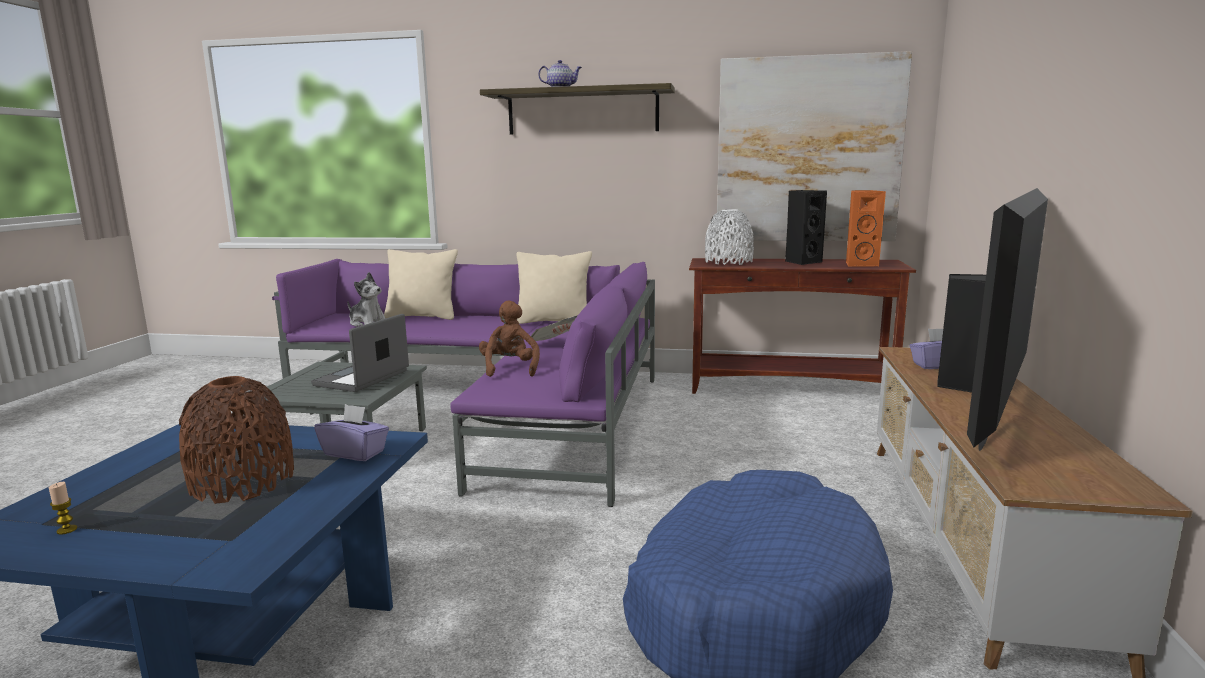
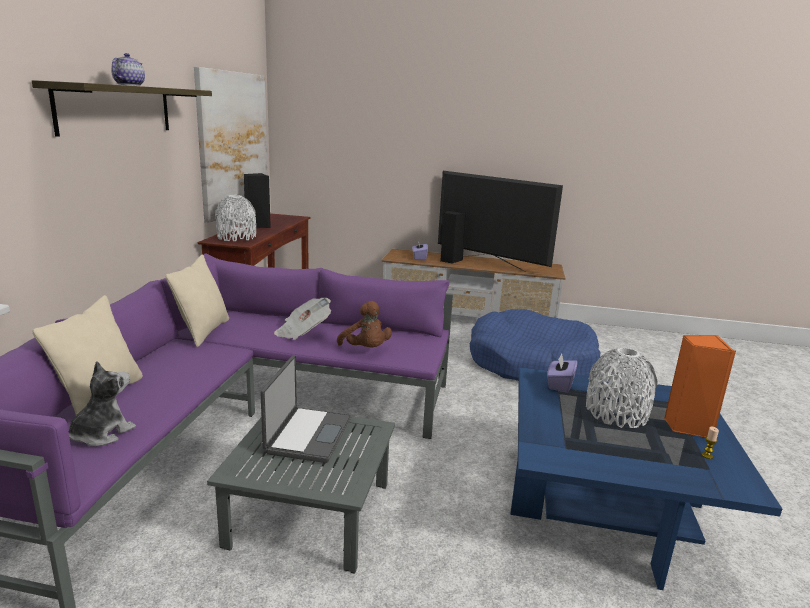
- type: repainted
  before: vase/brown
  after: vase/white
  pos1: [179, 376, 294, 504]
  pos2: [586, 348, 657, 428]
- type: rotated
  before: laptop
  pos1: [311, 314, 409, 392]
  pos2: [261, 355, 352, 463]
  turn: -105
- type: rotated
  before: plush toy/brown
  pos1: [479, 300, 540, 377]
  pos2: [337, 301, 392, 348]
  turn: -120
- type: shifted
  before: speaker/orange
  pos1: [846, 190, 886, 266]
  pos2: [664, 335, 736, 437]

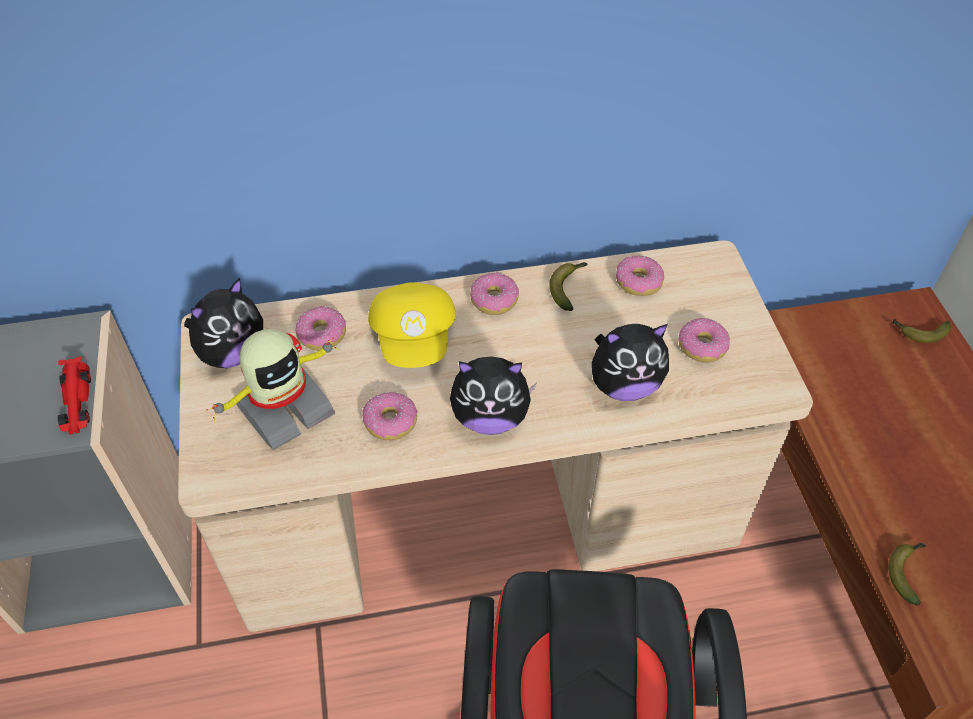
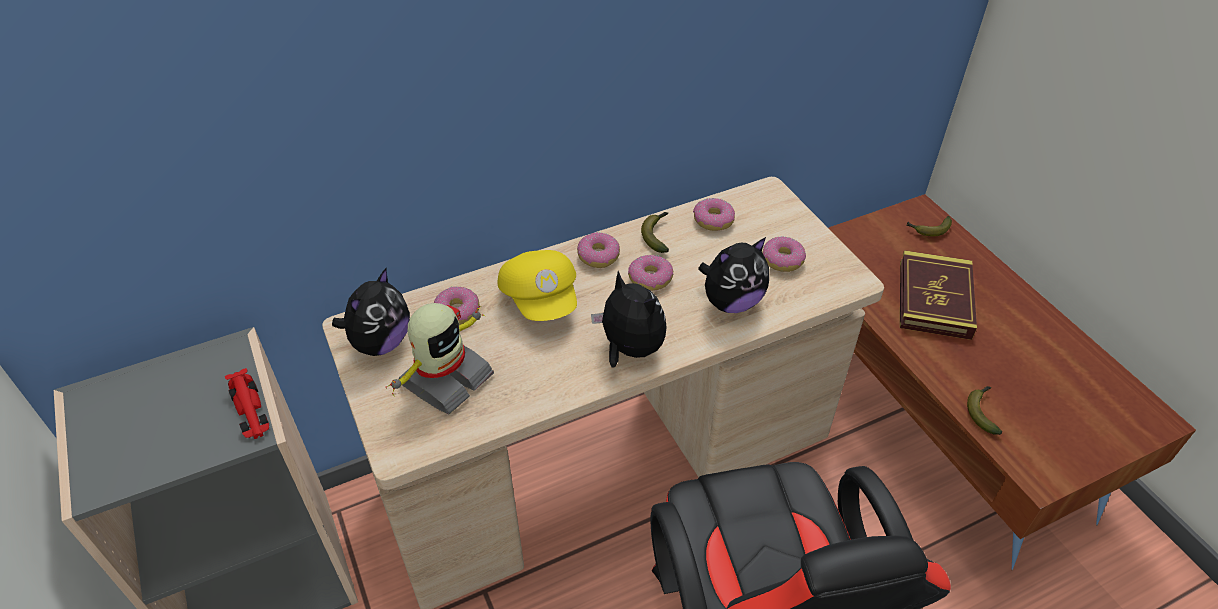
- type: shifted
  before: donut
  pos1: [362, 392, 418, 440]
  pos2: [628, 255, 673, 291]
- type: rotated
  before: plush toy
  pos1: [450, 356, 537, 435]
  pos2: [591, 271, 667, 367]
  turn: -120
- type: new
  after: book
  pos2: [900, 250, 977, 340]

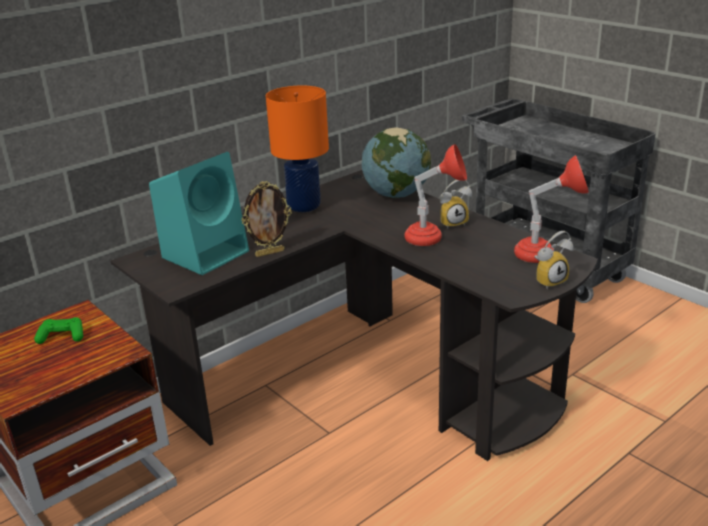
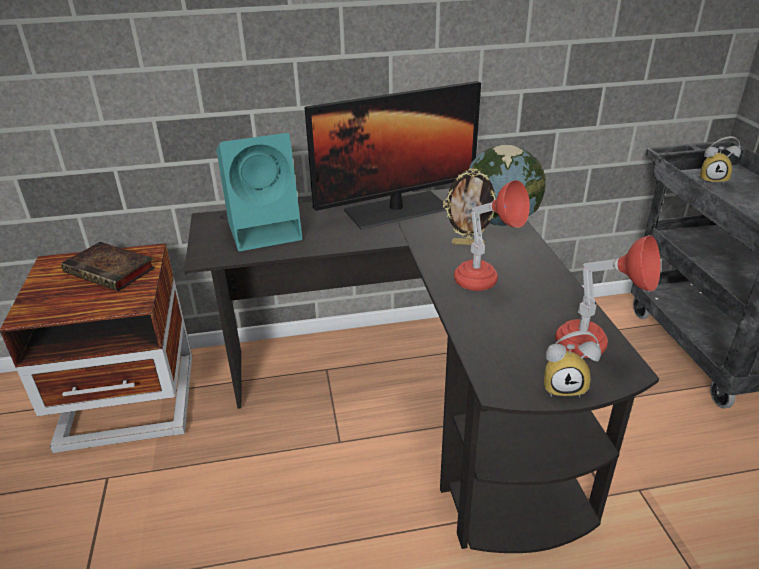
- type: swapped
  before: game controller/green
  after: book
  pos1: [34, 317, 83, 344]
  pos2: [61, 242, 155, 291]
- type: shifted
  before: picture frame
  pos1: [241, 181, 292, 257]
  pos2: [443, 168, 496, 245]
- type: swapped
  before: table lamp/orange
  after: monitor
  pos1: [266, 86, 329, 213]
  pos2: [305, 81, 481, 229]
- type: shifted
  before: alarm clock
  pos1: [440, 180, 472, 228]
  pos2: [700, 136, 741, 185]

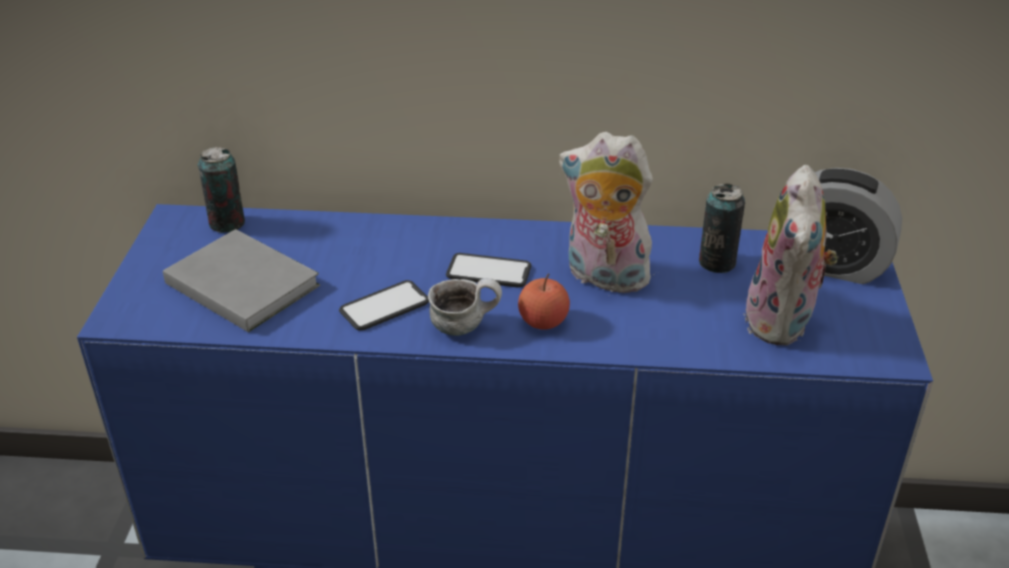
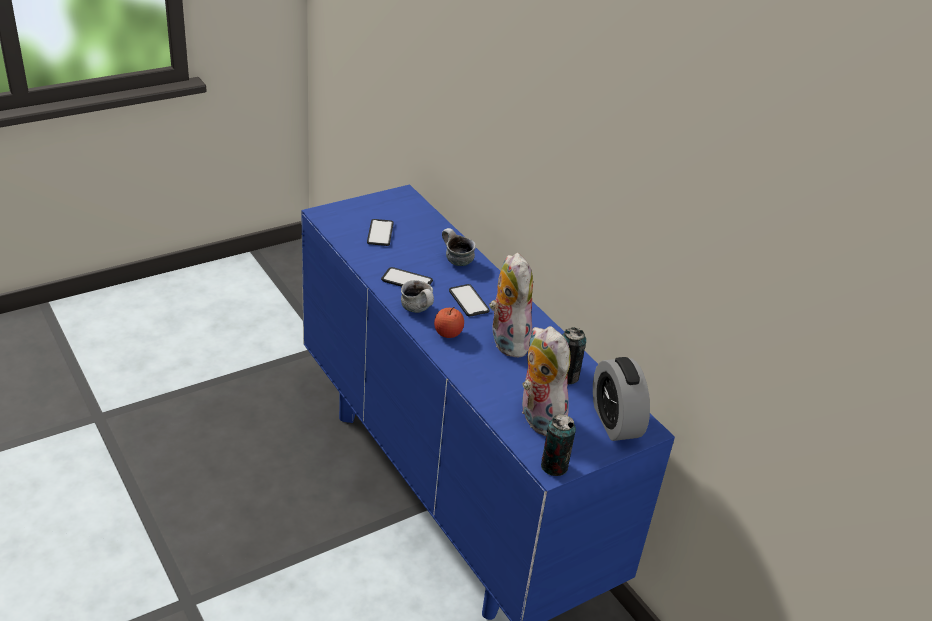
- type: swapped
  before: book/grey
  after: phone
  pos1: [163, 229, 320, 332]
  pos2: [367, 219, 394, 246]
- type: shifted
  before: can
  pos1: [198, 147, 245, 233]
  pos2: [541, 414, 576, 476]
- type: rotated
  before: plush toy
  pos1: [743, 165, 838, 345]
  pos2: [521, 326, 571, 436]
  turn: 90
- type: new
  after: mug
  pos2: [442, 228, 476, 266]

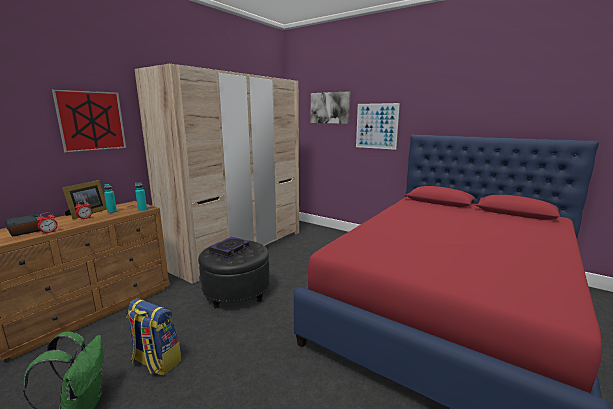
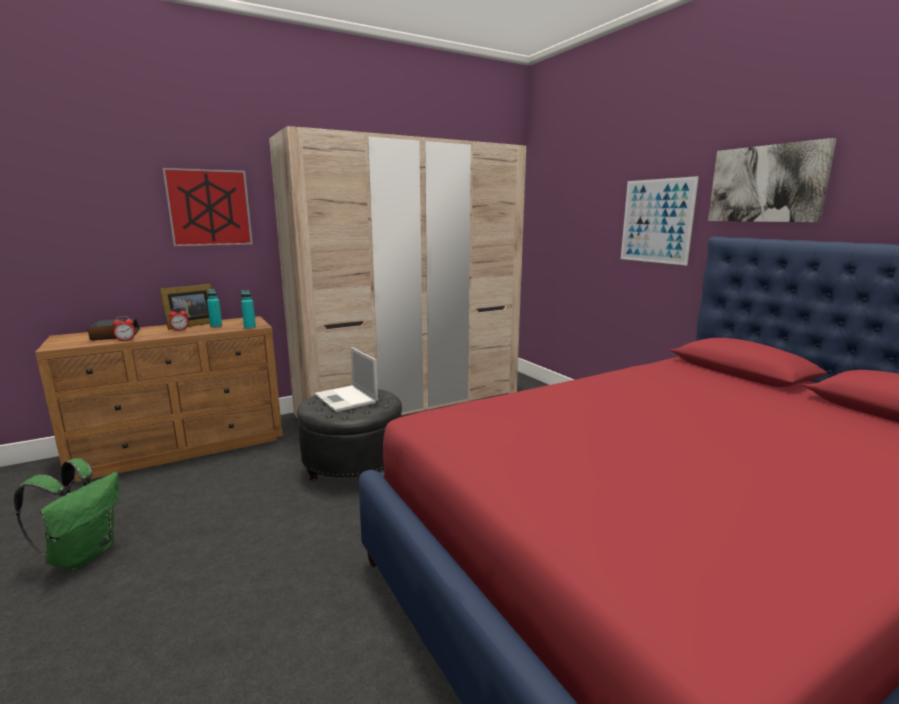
- type: gone
  before: backpack
  pos1: [127, 298, 182, 376]
- type: swapped
  before: book
  after: laptop
  pos1: [209, 237, 250, 258]
  pos2: [315, 347, 378, 412]
- type: shifted
  before: picture
  pos1: [311, 91, 350, 124]
  pos2: [708, 138, 837, 222]

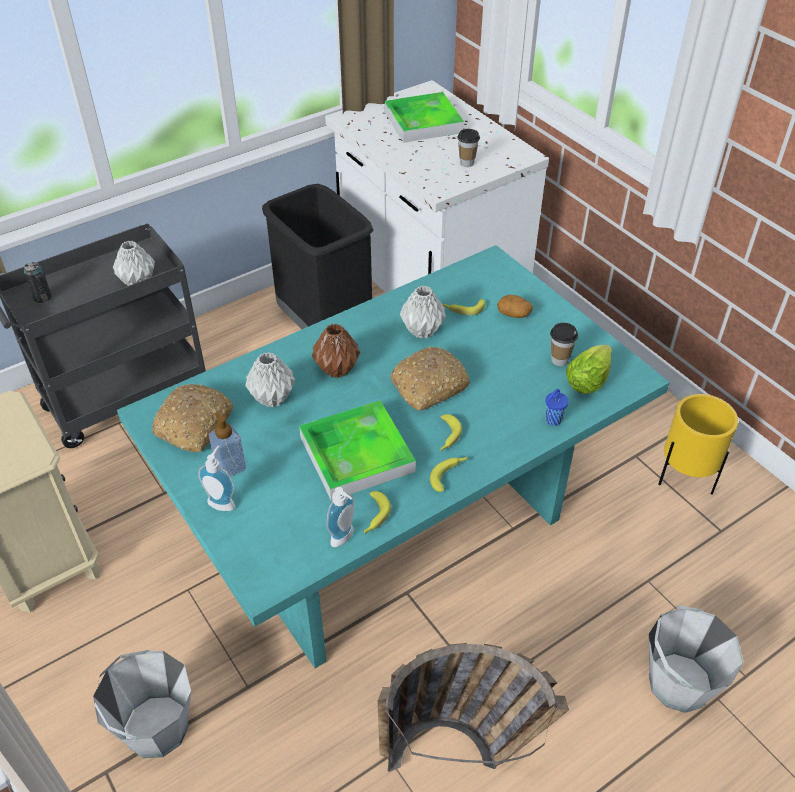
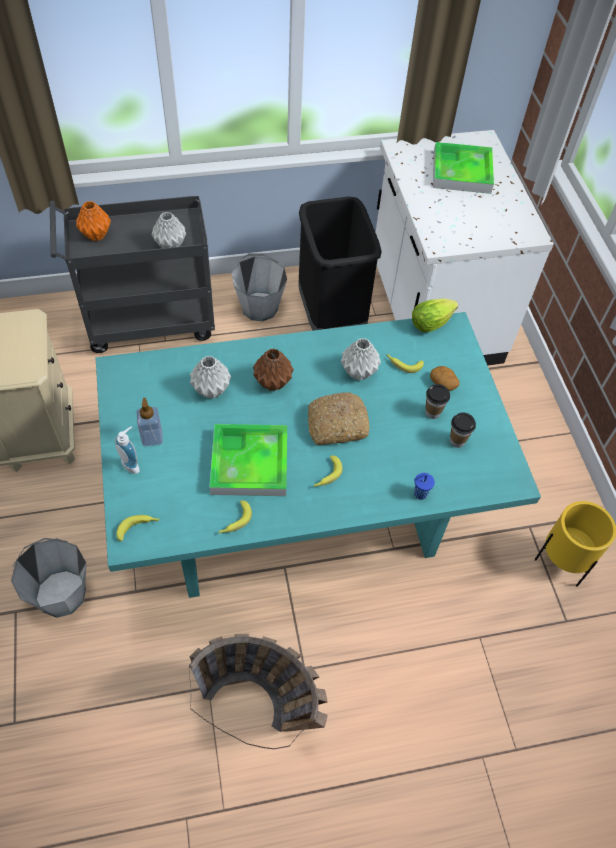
- type: swapped
  before: can
  after: vase/orange
  pos1: [24, 262, 52, 303]
  pos2: [76, 201, 111, 241]
- type: gone
  before: bread
  pos1: [152, 384, 233, 452]
- type: gone
  before: soap dispenser
  pos1: [326, 487, 355, 547]
- type: shifted
  before: banana
  pos1: [430, 457, 468, 492]
  pos2: [117, 515, 159, 541]
- type: shifted
  before: cup
  pos1: [457, 129, 480, 167]
  pos2: [425, 384, 450, 419]
- type: shifted
  before: lettuce
  pos1: [566, 345, 612, 394]
  pos2: [412, 298, 458, 332]
- type: shifted
  before: bucket/grey
  pos1: [649, 605, 744, 713]
  pos2: [231, 253, 287, 321]

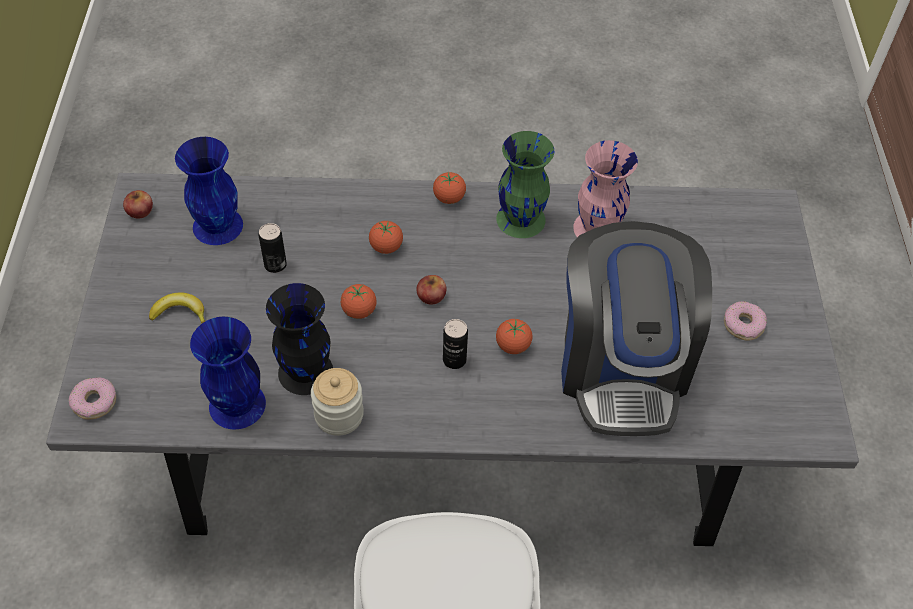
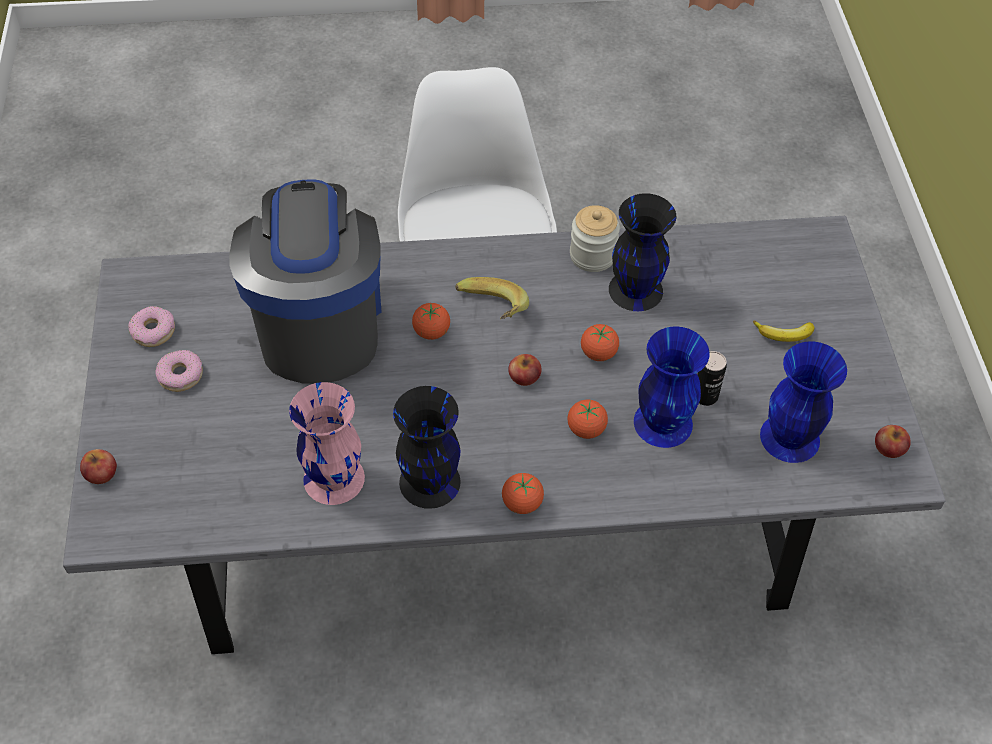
- type: shifted
  before: donut
  pos1: [69, 378, 116, 420]
  pos2: [129, 306, 175, 347]
- type: shifted
  before: vase/blue
  pos1: [190, 317, 266, 430]
  pos2: [634, 326, 710, 448]
- type: swapped
  before: can
  after: banana
  pos1: [443, 319, 468, 369]
  pos2: [455, 277, 529, 319]
- type: repainted
  before: vase/green
  after: vase/black
  pos1: [496, 131, 554, 238]
  pos2: [393, 386, 461, 509]
- type: new
  after: apple
  pos2: [80, 449, 117, 484]

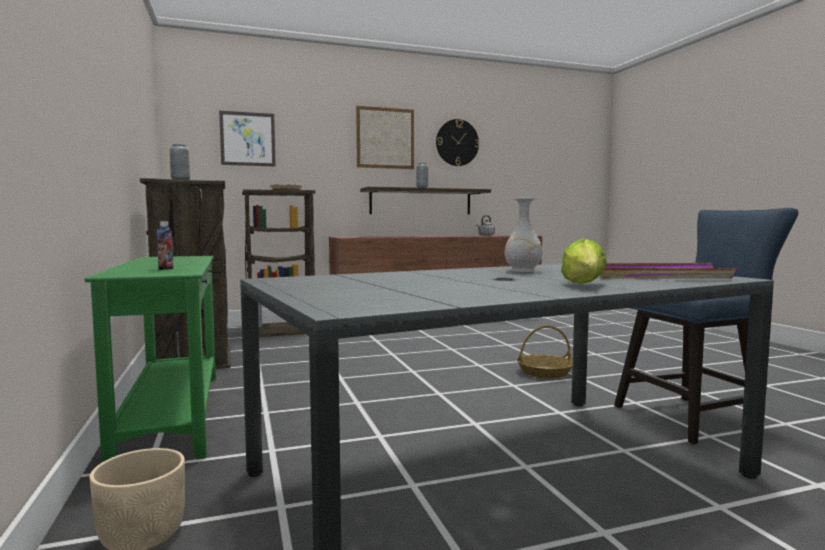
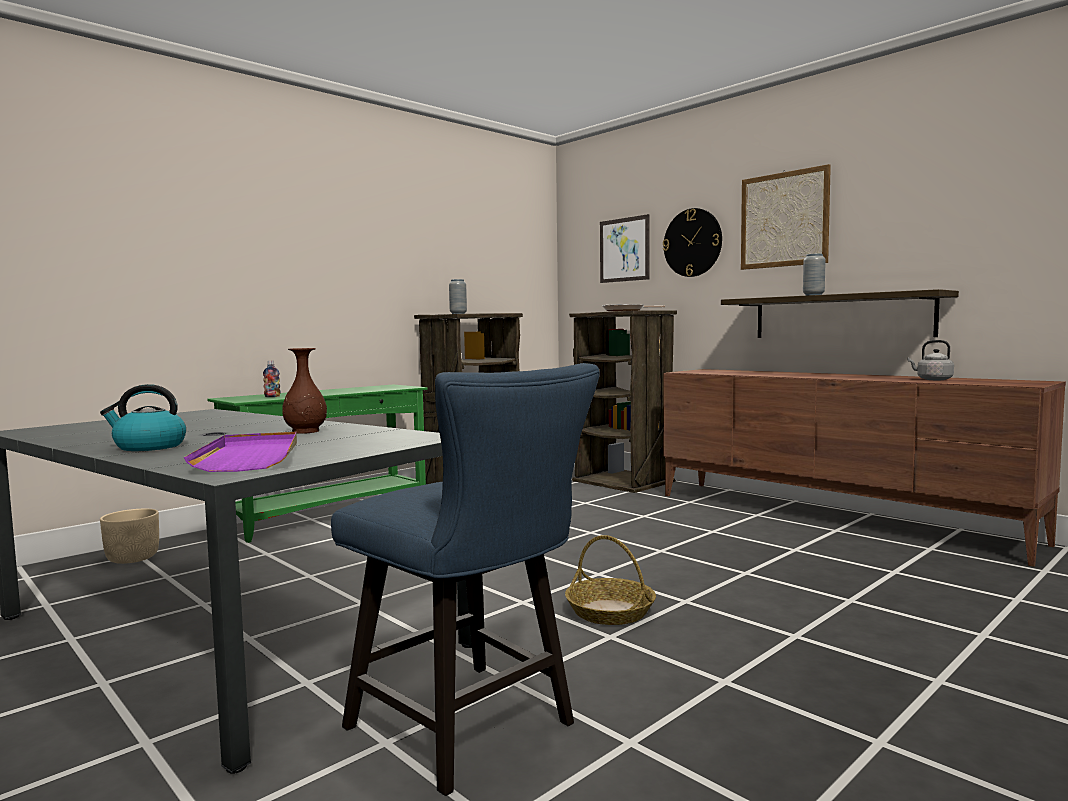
- type: shifted
  before: wall clock
  pos1: [436, 119, 479, 166]
  pos2: [663, 208, 722, 277]
- type: repainted
  before: vase/white
  after: vase/brown
  pos1: [504, 198, 542, 272]
  pos2: [282, 348, 327, 434]
- type: swapped
  before: lettuce
  after: kettle
  pos1: [561, 238, 607, 284]
  pos2: [100, 384, 186, 451]

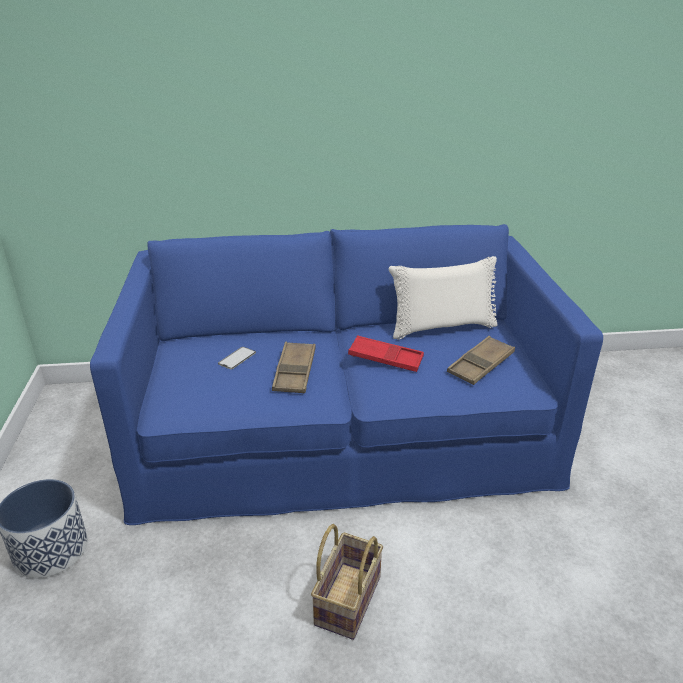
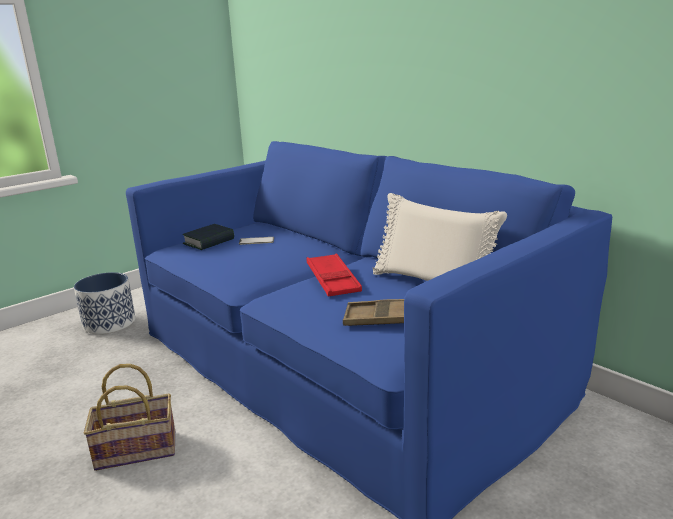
- type: gone
  before: tray/brown
  pos1: [272, 342, 316, 393]
- type: new
  after: book
  pos2: [183, 224, 234, 250]

